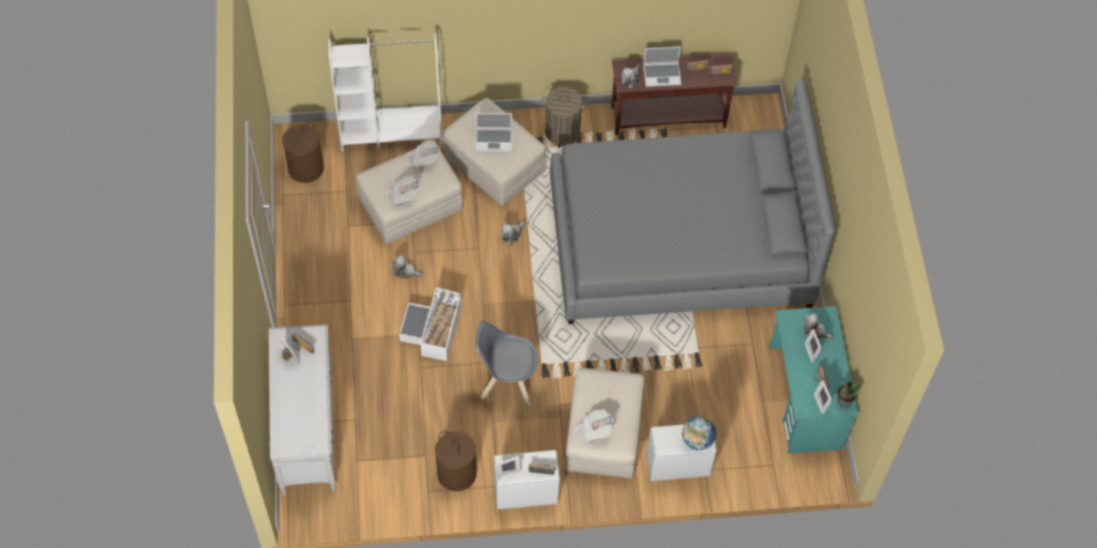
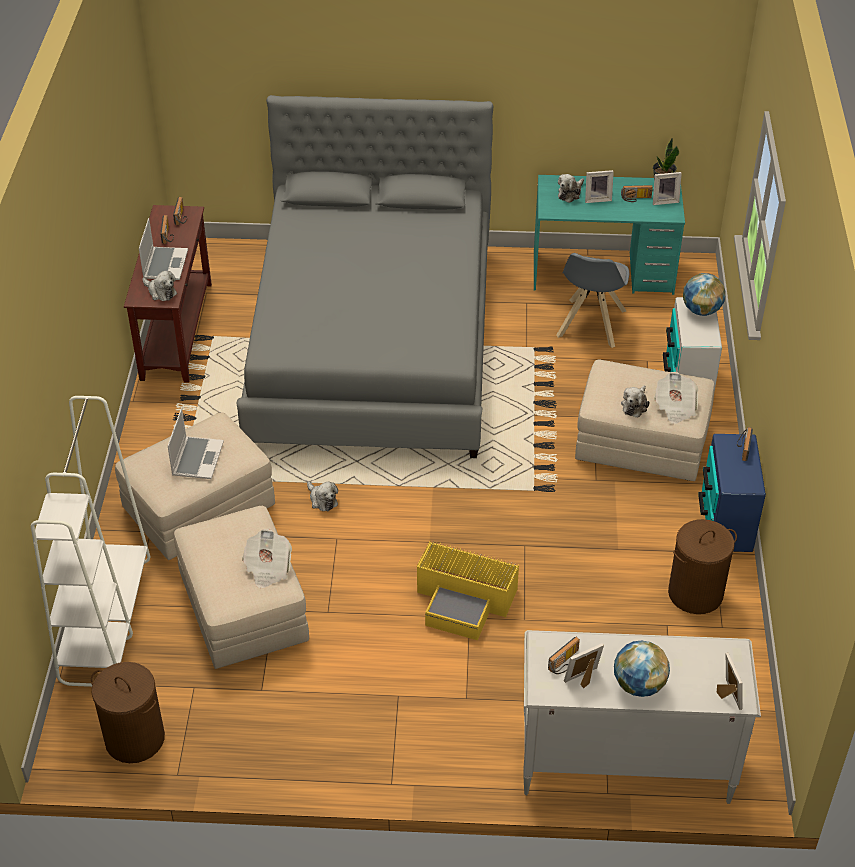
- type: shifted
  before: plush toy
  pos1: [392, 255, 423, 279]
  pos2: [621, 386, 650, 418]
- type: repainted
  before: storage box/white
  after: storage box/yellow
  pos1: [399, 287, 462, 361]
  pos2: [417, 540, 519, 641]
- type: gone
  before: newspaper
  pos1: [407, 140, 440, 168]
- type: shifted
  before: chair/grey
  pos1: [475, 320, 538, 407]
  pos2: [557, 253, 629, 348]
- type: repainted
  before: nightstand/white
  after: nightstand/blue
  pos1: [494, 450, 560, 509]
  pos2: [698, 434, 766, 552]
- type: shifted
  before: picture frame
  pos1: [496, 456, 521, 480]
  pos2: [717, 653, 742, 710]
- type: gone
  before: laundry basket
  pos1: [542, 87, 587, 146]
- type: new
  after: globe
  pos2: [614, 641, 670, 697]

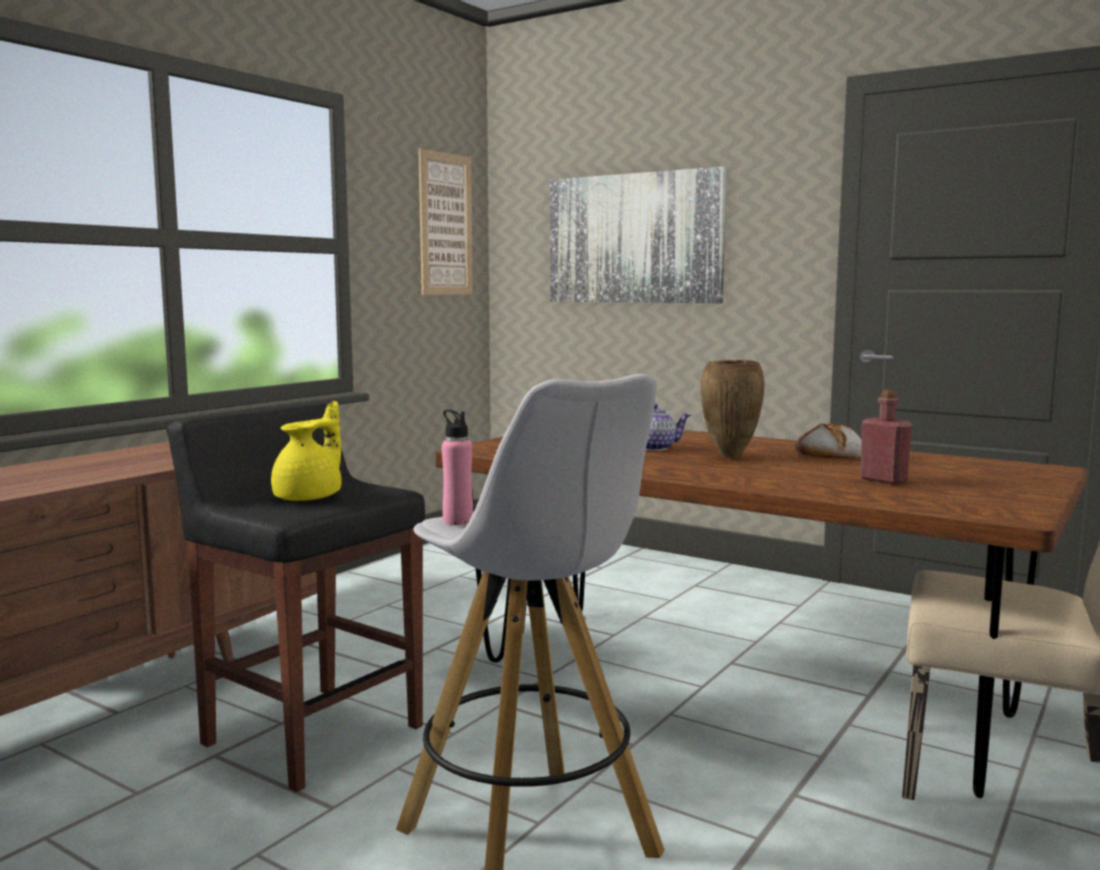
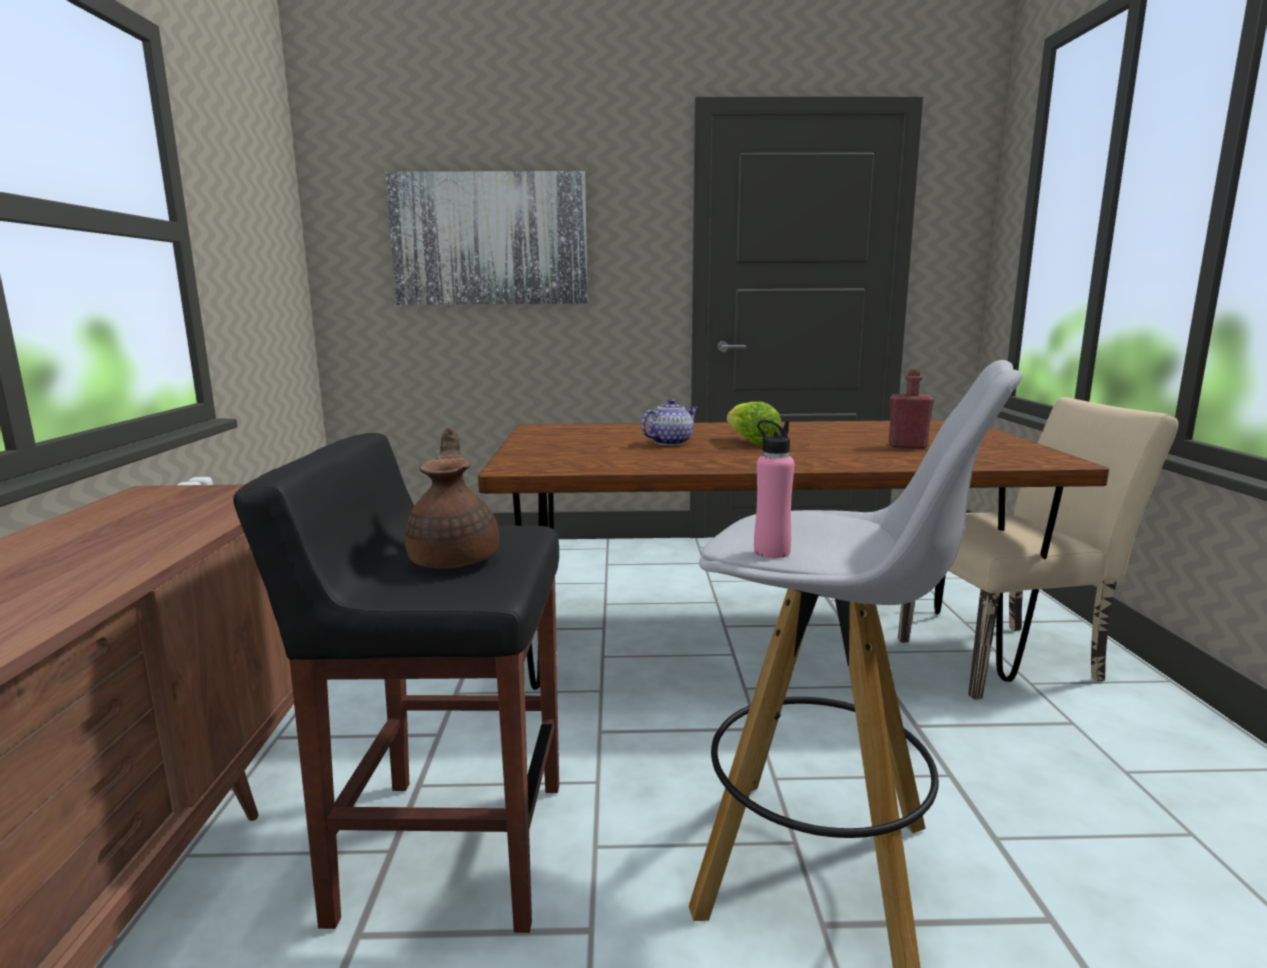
- type: repainted
  before: teapot/yellow
  after: teapot/brown
  pos1: [271, 401, 342, 501]
  pos2: [405, 428, 499, 569]
- type: gone
  before: picture
  pos1: [418, 148, 473, 295]
- type: swapped
  before: vase/brown
  after: lettuce
  pos1: [701, 360, 765, 458]
  pos2: [727, 402, 781, 446]
- type: gone
  before: bread
  pos1: [795, 423, 861, 458]

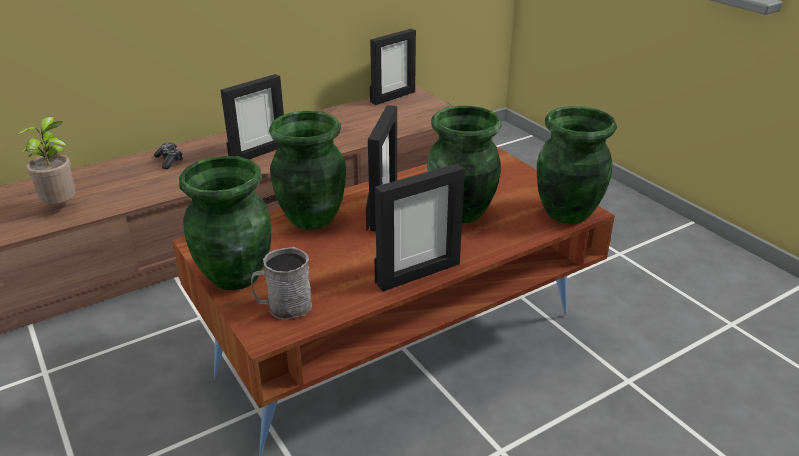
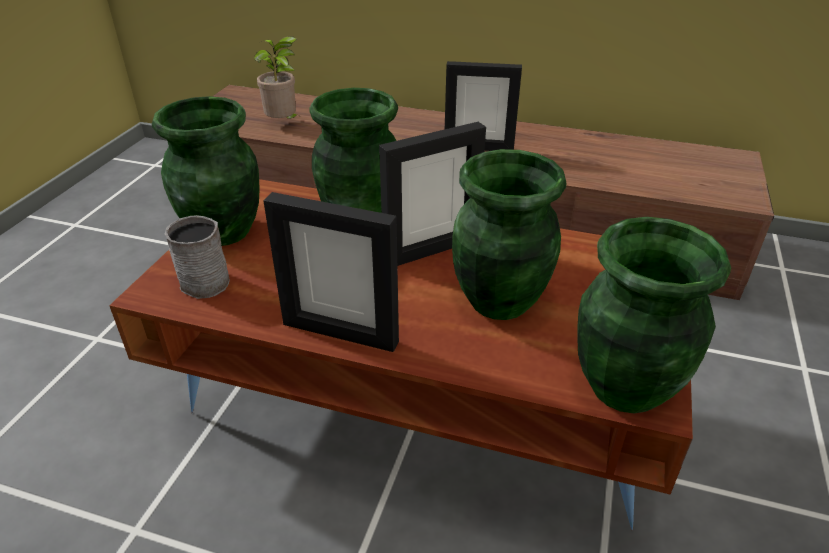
- type: gone
  before: game controller
  pos1: [154, 143, 183, 169]
- type: gone
  before: picture frame
  pos1: [370, 29, 416, 105]

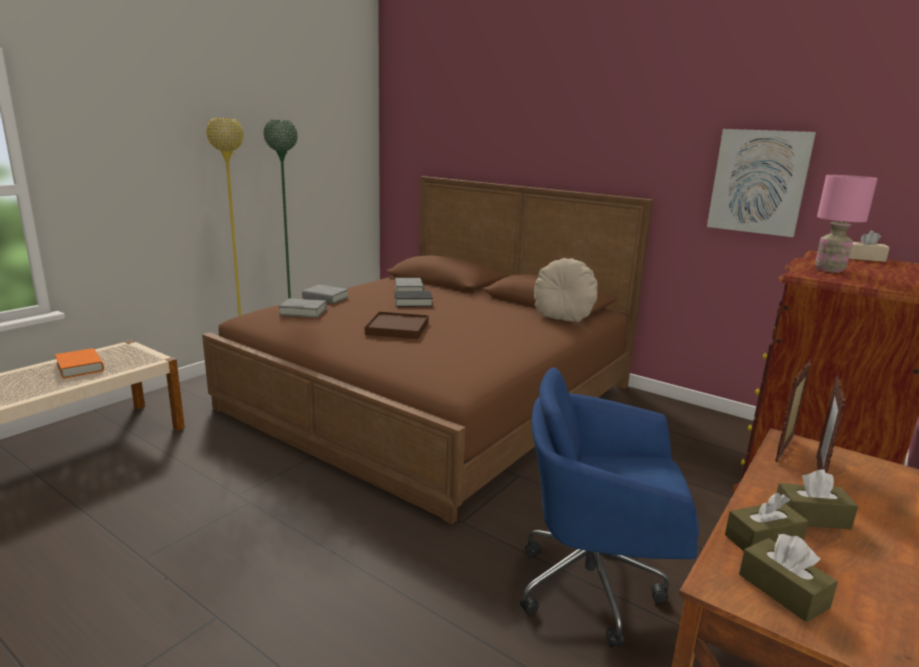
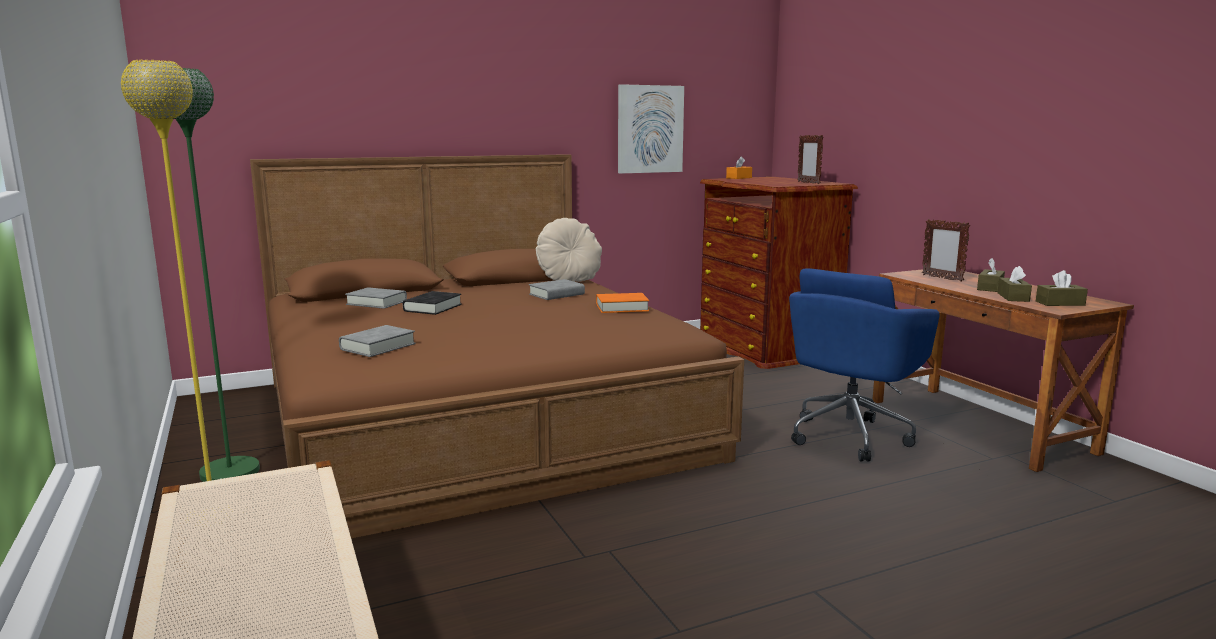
- type: shifted
  before: book/orange
  pos1: [55, 348, 104, 379]
  pos2: [596, 293, 649, 313]
- type: shifted
  before: book/grey
  pos1: [302, 285, 349, 304]
  pos2: [529, 279, 585, 300]
- type: gone
  before: tray/brown
  pos1: [365, 312, 429, 339]
- type: shifted
  before: picture frame
  pos1: [775, 360, 811, 462]
  pos2: [797, 135, 824, 184]
- type: gone
  before: table lamp/pink
  pos1: [815, 175, 878, 273]
- type: repainted
  before: tissue box/beige
  after: tissue box/orange
  pos1: [849, 230, 890, 262]
  pos2: [726, 157, 752, 179]

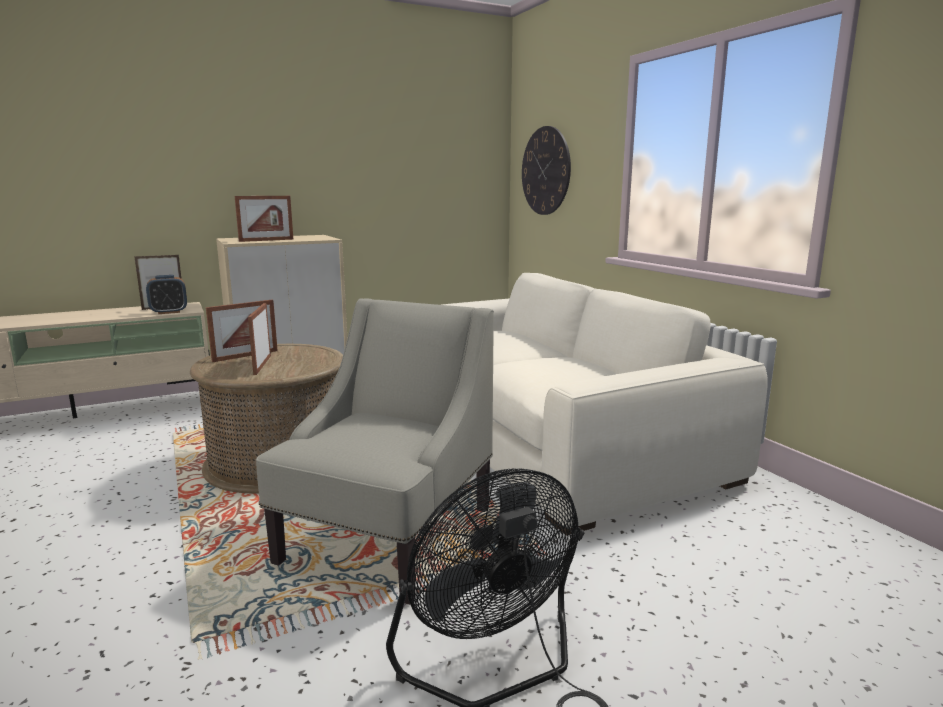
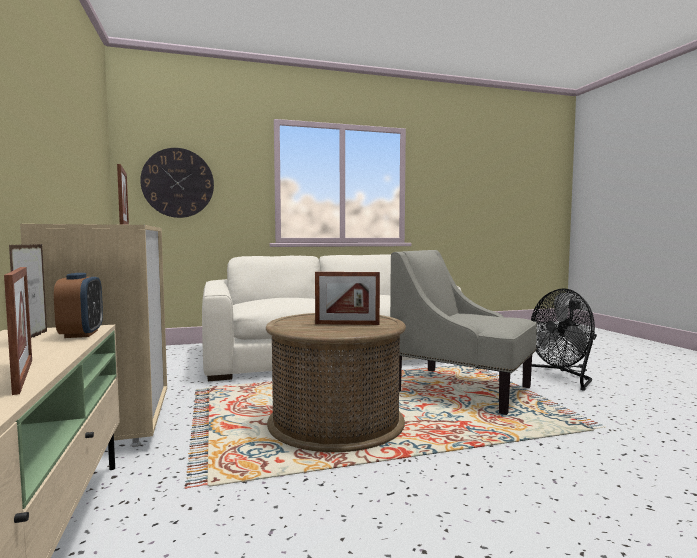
- type: shifted
  before: picture frame
  pos1: [206, 300, 278, 362]
  pos2: [4, 267, 32, 395]

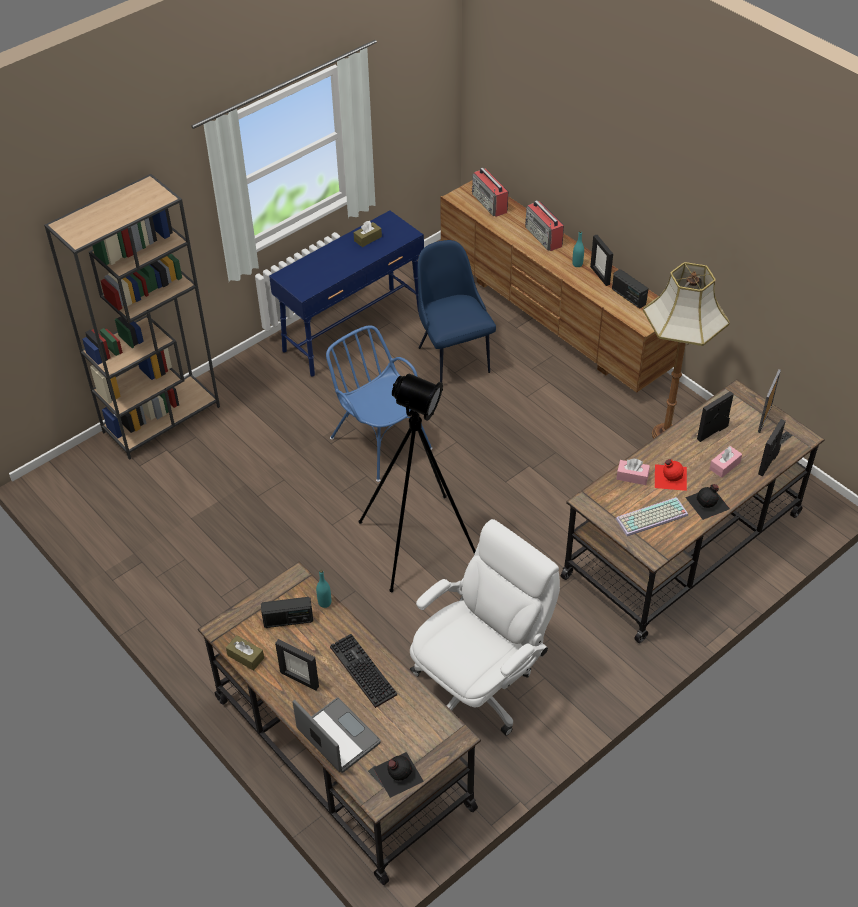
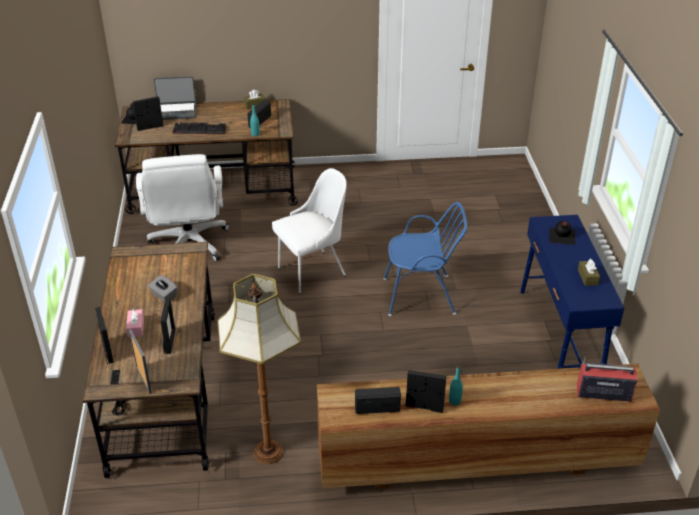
- type: gone
  before: bookcase
  pos1: [44, 174, 220, 460]
- type: shifted
  before: picture frame
  pos1: [275, 639, 319, 691]
  pos2: [133, 96, 164, 131]
- type: swapped
  before: floor lamp/black
  after: chair/white
  pos1: [358, 374, 476, 592]
  pos2: [272, 168, 346, 294]
- type: gone
  before: chair/blue
  pos1: [417, 240, 496, 382]
- type: gone
  before: radio
  pos1: [525, 200, 564, 251]
- type: gone
  before: tissue box/pink
  pos1: [616, 459, 650, 485]
- type: gone
  before: keyboard
  pos1: [616, 497, 688, 536]
- type: swapped
  before: bottle/red
  after: tissue box/grey
  pos1: [655, 459, 687, 491]
  pos2: [148, 275, 178, 302]
- type: shifted
  before: bottle/black
  pos1: [685, 484, 730, 520]
  pos2: [549, 221, 575, 245]

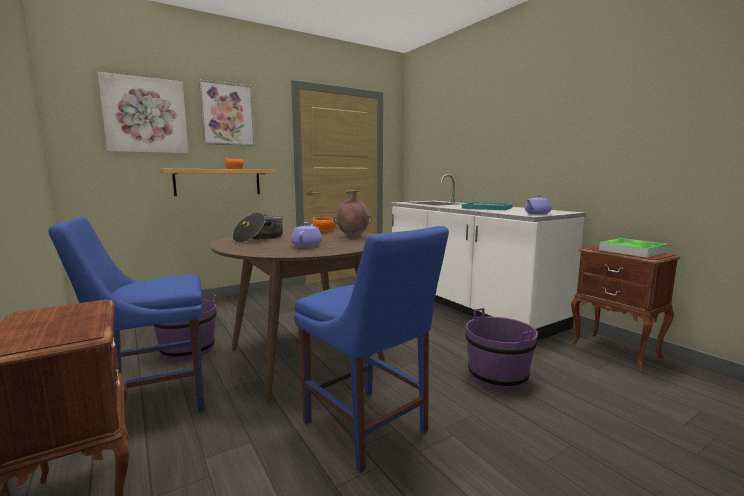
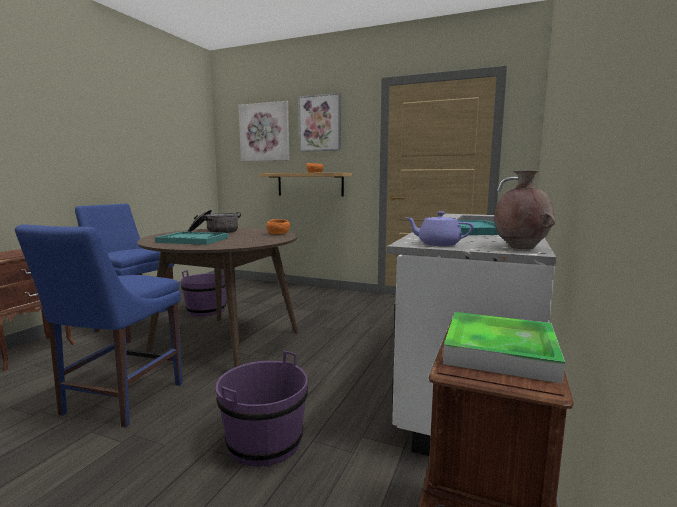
- type: swapped
  before: teapot/purple
  after: tray/turquoise
  pos1: [291, 222, 322, 248]
  pos2: [155, 232, 228, 245]
- type: shifted
  before: vase/brown
  pos1: [333, 191, 373, 238]
  pos2: [494, 170, 555, 249]

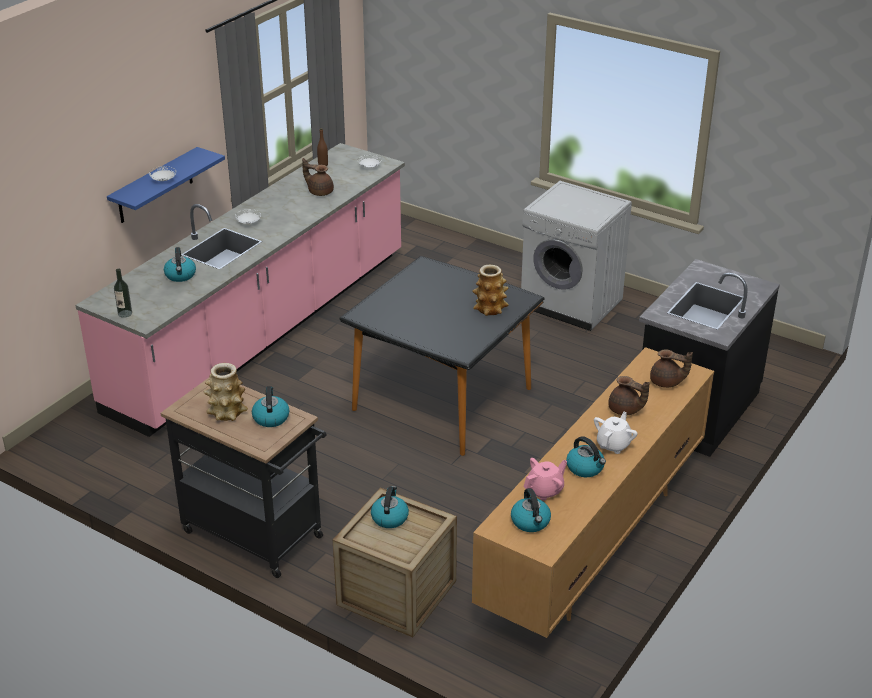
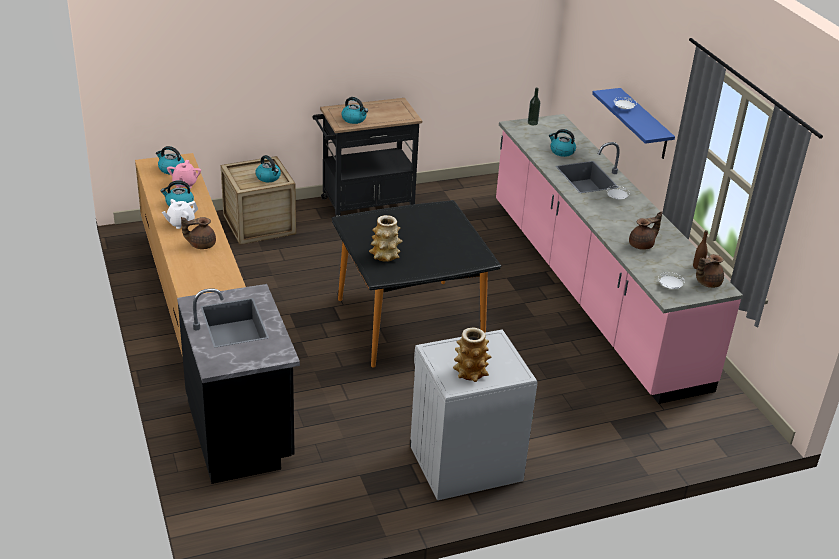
- type: shifted
  before: vase
  pos1: [203, 363, 248, 421]
  pos2: [453, 328, 491, 382]
- type: rotated
  before: teapot/white
  pos1: [594, 412, 638, 454]
  pos2: [162, 199, 198, 229]
  turn: 75
- type: shifted
  before: teapot/brown
  pos1: [650, 349, 693, 388]
  pos2: [696, 254, 724, 288]

